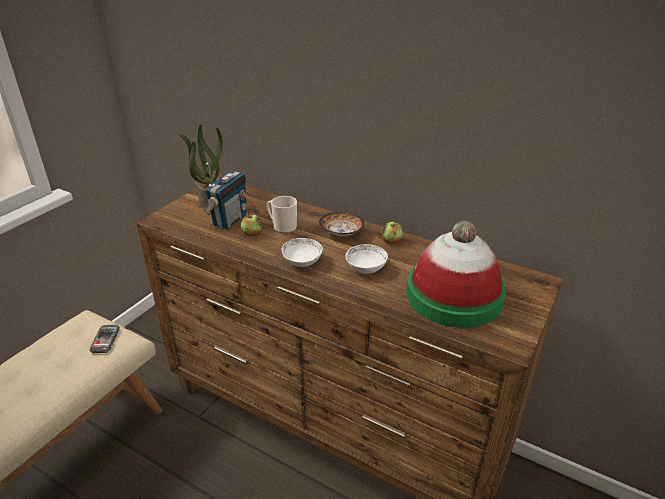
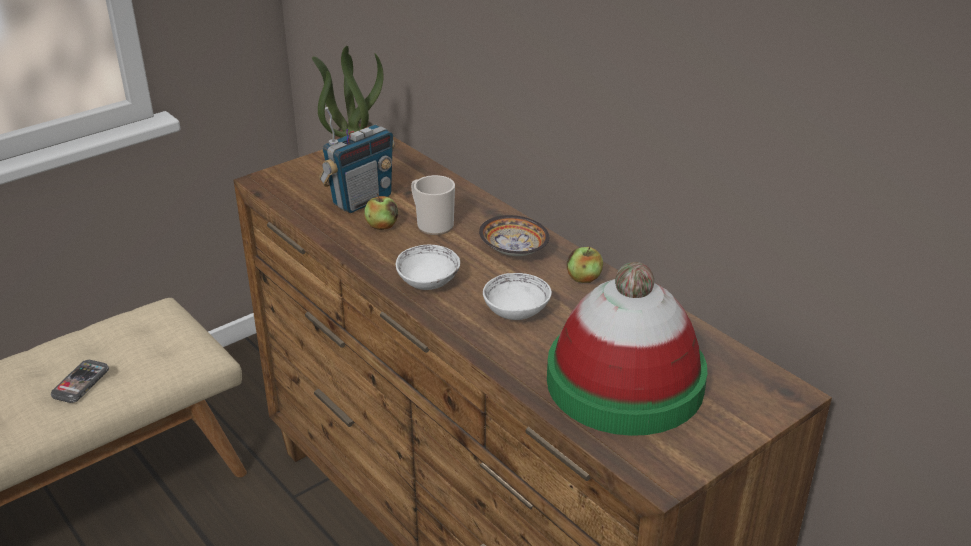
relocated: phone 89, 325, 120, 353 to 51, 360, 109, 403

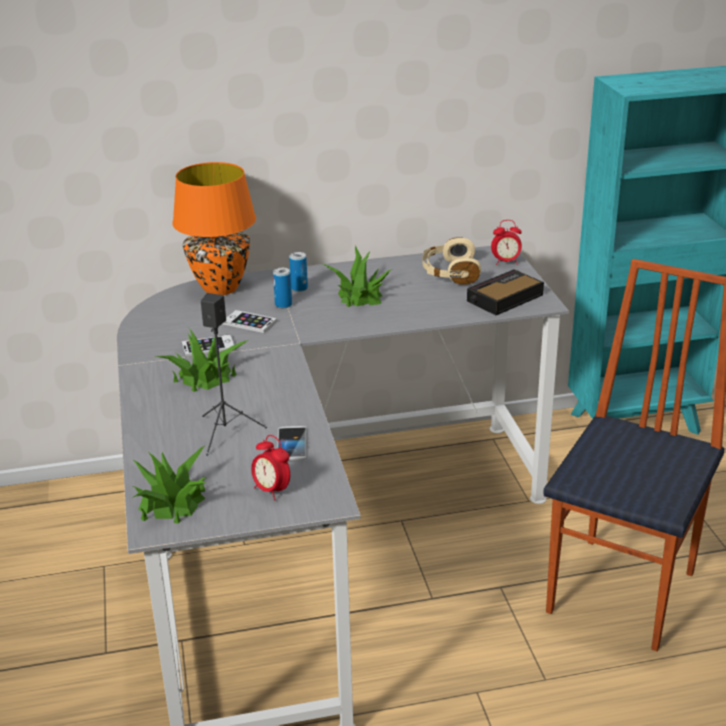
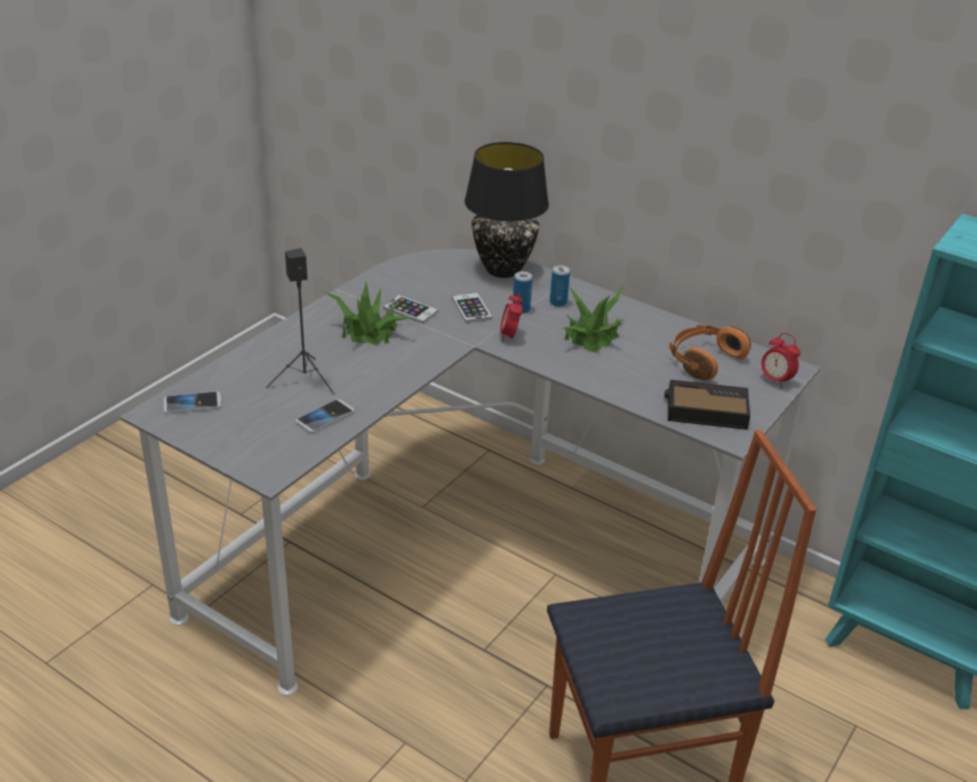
relocated: table clock 251, 435, 290, 500 to 500, 292, 523, 342
exchanged: potted plant 132, 446, 206, 524 to phone 163, 391, 221, 413
colour: orange tabletop lamp 172, 162, 256, 295 to black tabletop lamp 464, 142, 549, 278; beige pair of headphones 422, 237, 481, 285 to orange pair of headphones 669, 325, 751, 380

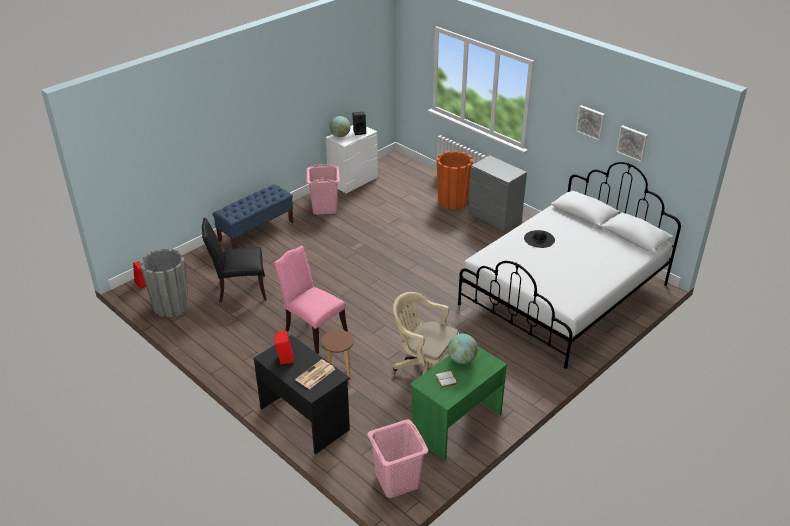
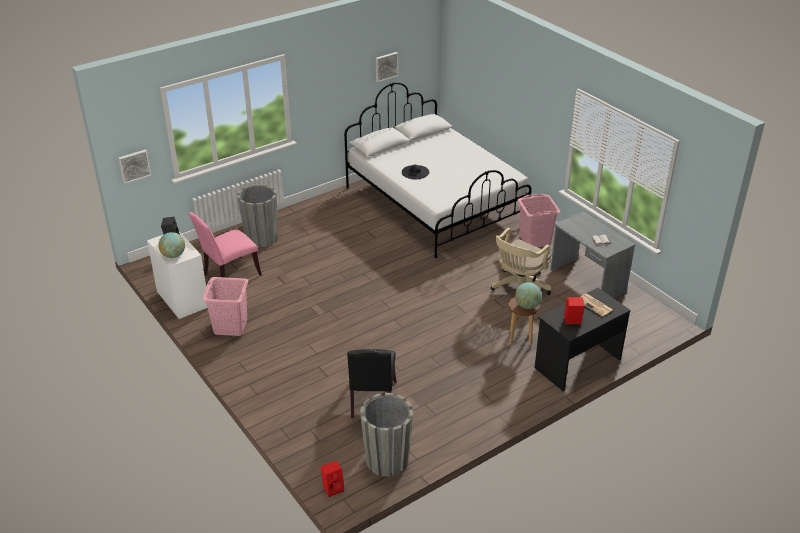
missing: blue bench 212, 184, 293, 249; greyish drawer chest 468, 156, 527, 232
relocated: pink-coloured chair 274, 246, 348, 354 to 188, 212, 262, 283; pink-coloured laundry basket 367, 420, 428, 498 to 518, 194, 560, 247; desk globe 448, 334, 478, 364 to 515, 282, 542, 309; picture 576, 105, 605, 140 to 118, 150, 151, 184
colour: greenish desk table 410, 346, 507, 461 to greyish desk table 550, 211, 635, 298; orange plant pot 437, 151, 473, 210 to greyish plant pot 237, 184, 277, 247

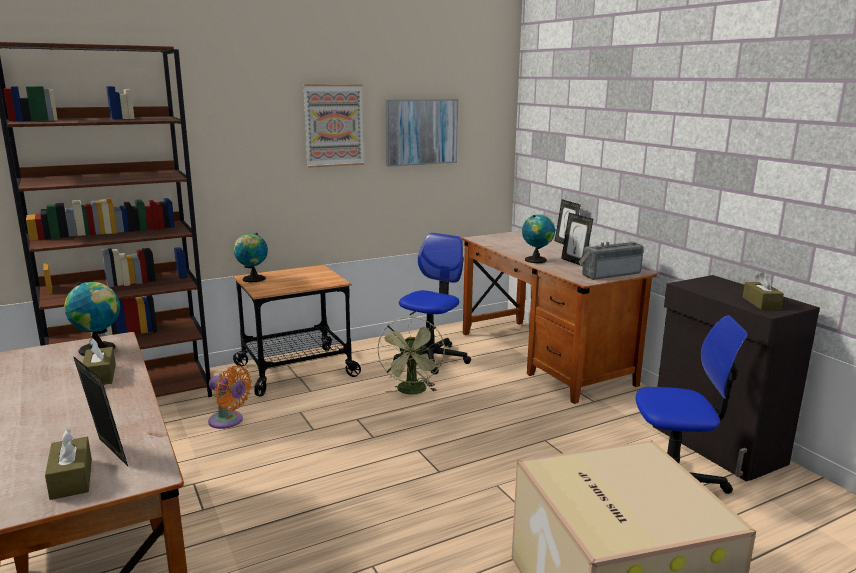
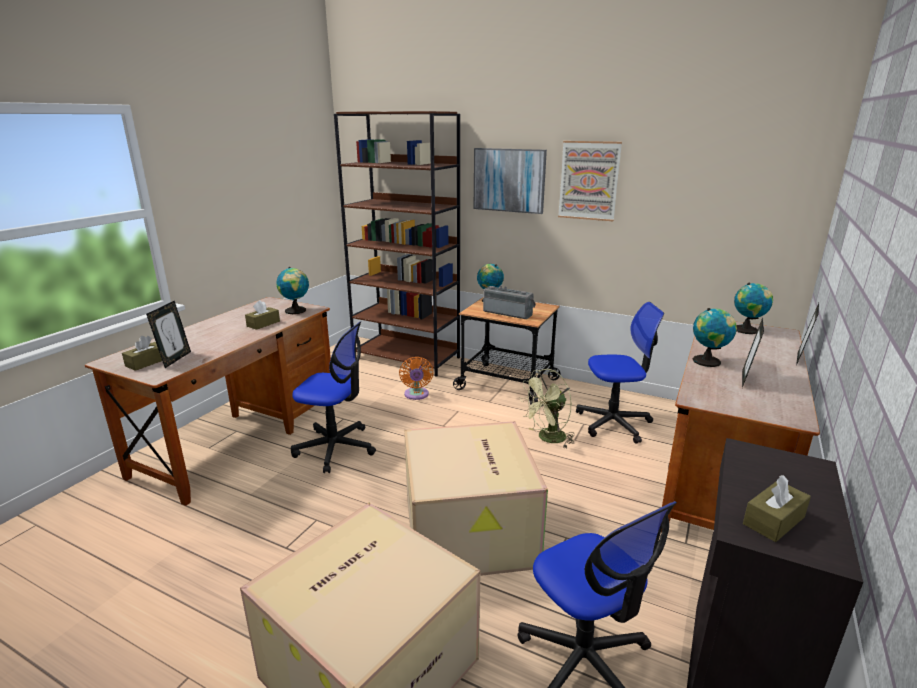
appeared: office chair 291, 321, 376, 473; cardboard box 404, 421, 548, 576; desk globe 734, 283, 773, 334
relocated: picture 385, 99, 458, 167 to 474, 148, 547, 214; radio receiver 579, 241, 644, 280 to 483, 285, 536, 319

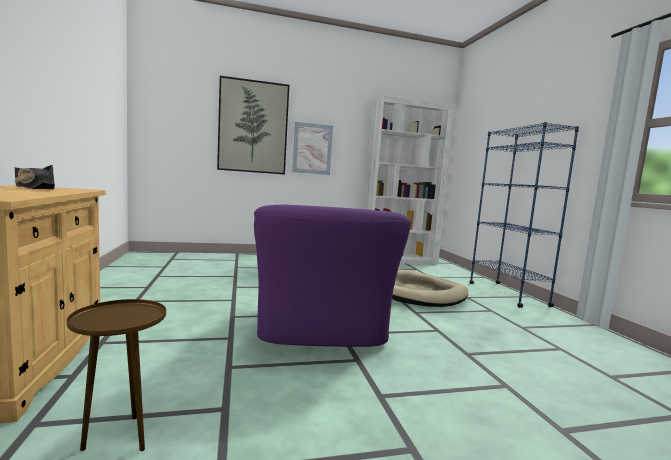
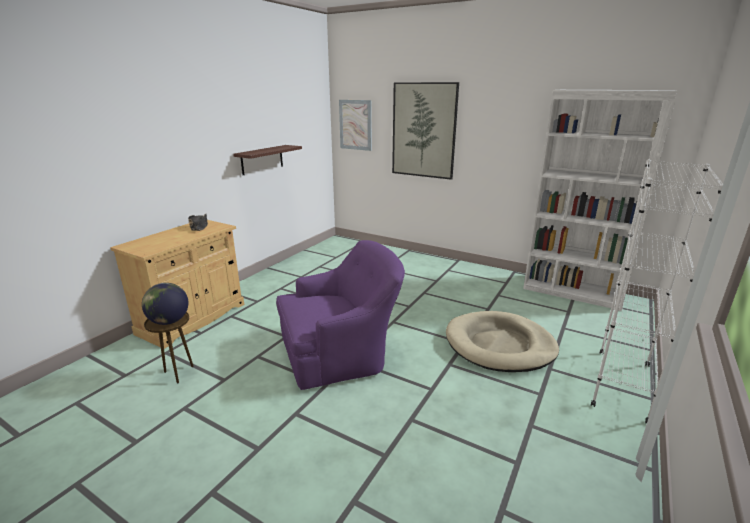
appeared: desk globe 142, 283, 188, 325; wall shelf 233, 145, 302, 175
relocated: picture 292, 122, 333, 175 to 339, 100, 372, 151
colour: blue shelving unit 469, 122, 579, 308 to white shelving unit 591, 160, 723, 423
spun: purplish easy chair 254, 205, 412, 347 = 276, 240, 405, 390 150 degrees counterclockwise

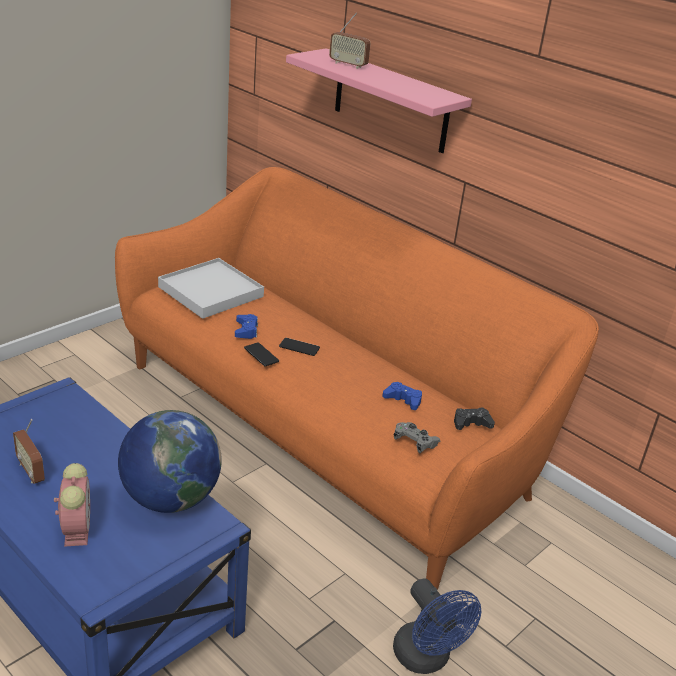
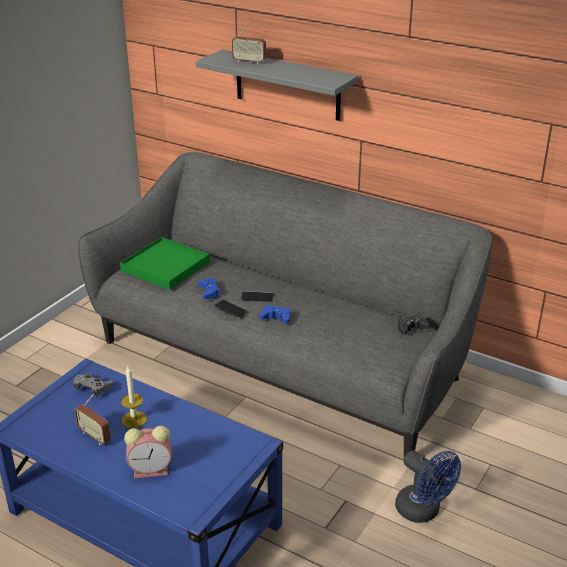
missing: desk globe 118, 410, 222, 513
appeared: candle 121, 366, 147, 428
relocated: blue joypad 382, 382, 422, 410 to 260, 305, 290, 324; greyish joypad 393, 422, 440, 453 to 73, 373, 114, 397
colour: orange settee 115, 167, 599, 590 to greyish settee 78, 152, 492, 457; white serving tray 158, 258, 264, 319 to greenish serving tray 120, 237, 210, 290; pink-coloured wall shelf 286, 48, 472, 153 to greyish wall shelf 196, 49, 359, 121
spun: table clock 54, 463, 90, 547 = 124, 426, 172, 478 105 degrees clockwise

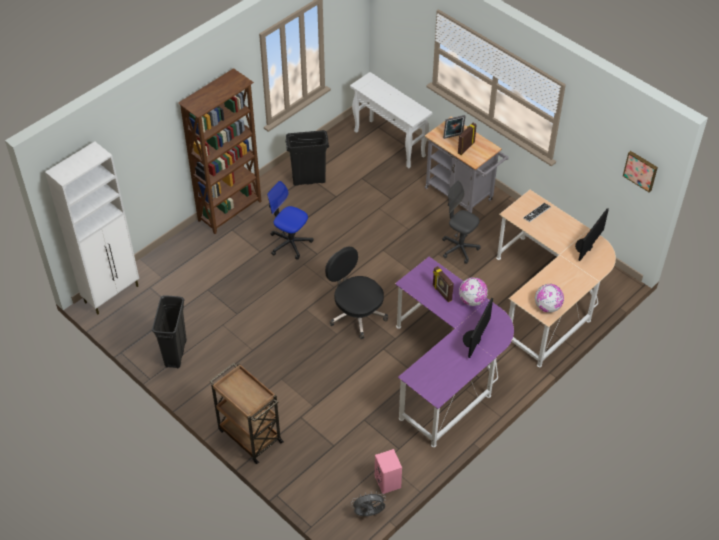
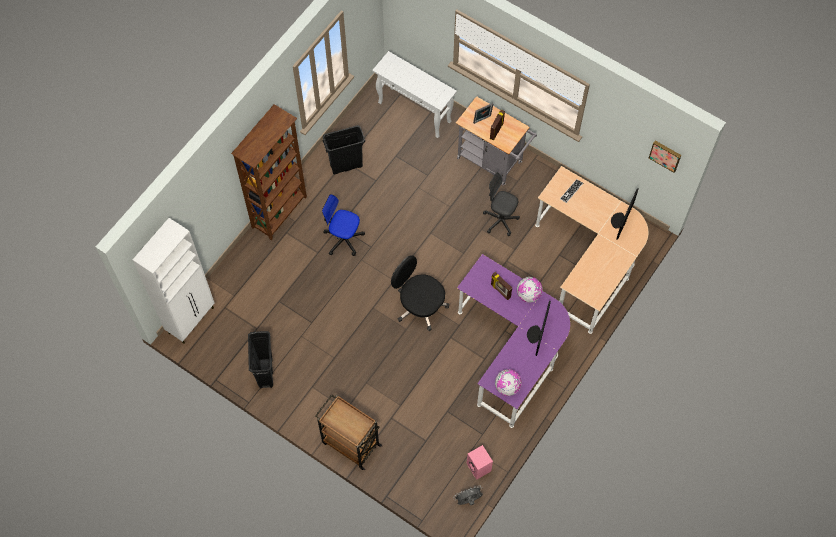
relocated: desk globe 535, 284, 564, 313 to 495, 369, 522, 396

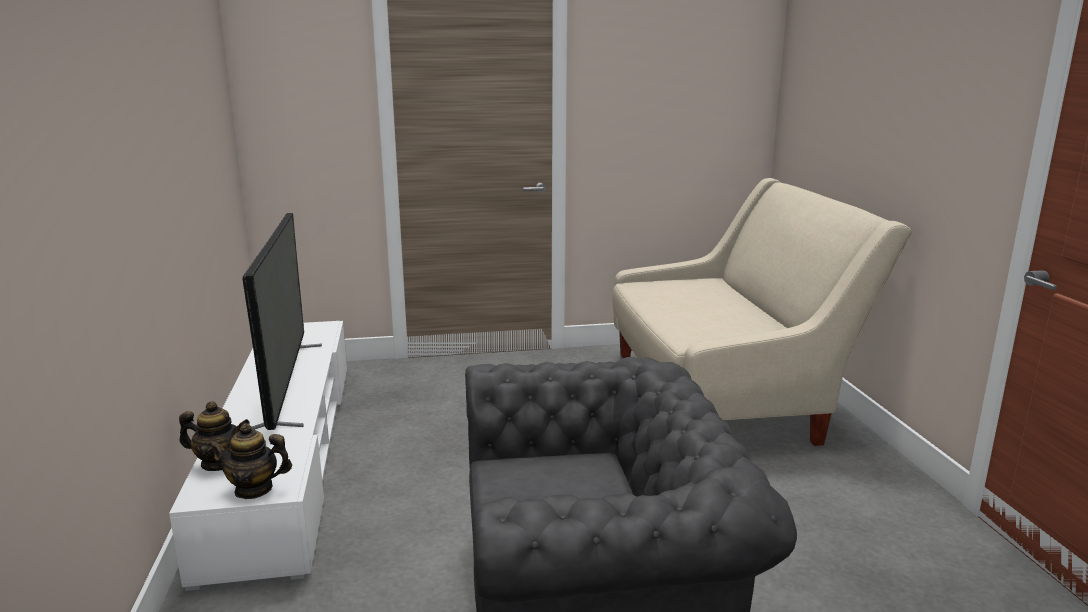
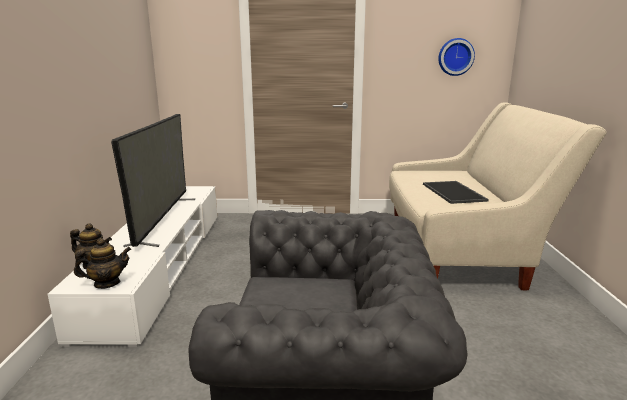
appeared: serving tray 423, 181, 489, 204; clock on the wall 438, 38, 475, 76
spun: tea pot 208, 423, 292, 499 = 74, 238, 131, 289 150 degrees clockwise

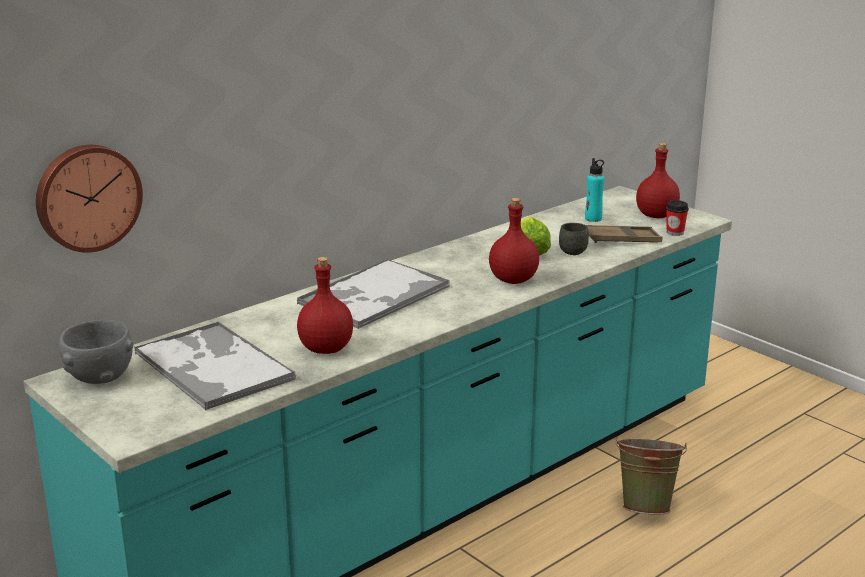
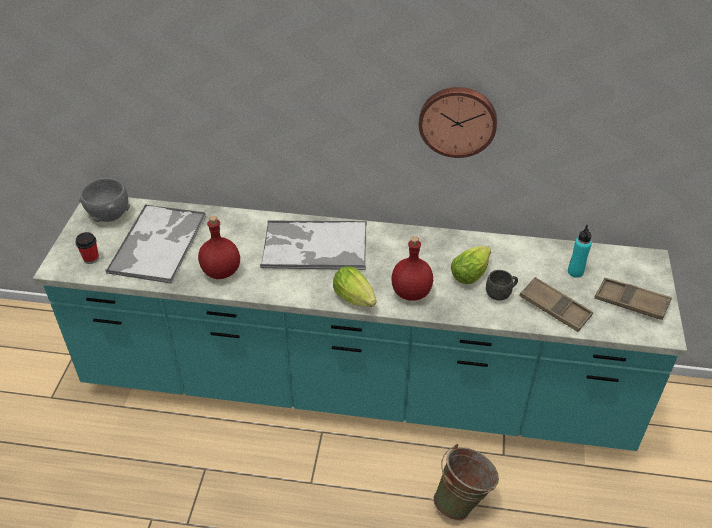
appeared: lettuce 333, 267, 377, 307
relocated: clock on the wall 36, 145, 143, 253 to 419, 87, 497, 158; small cup 666, 200, 689, 236 to 75, 232, 99, 264
exchanged: reddish beverage bottle 636, 143, 680, 218 to brown serving tray 595, 278, 672, 320

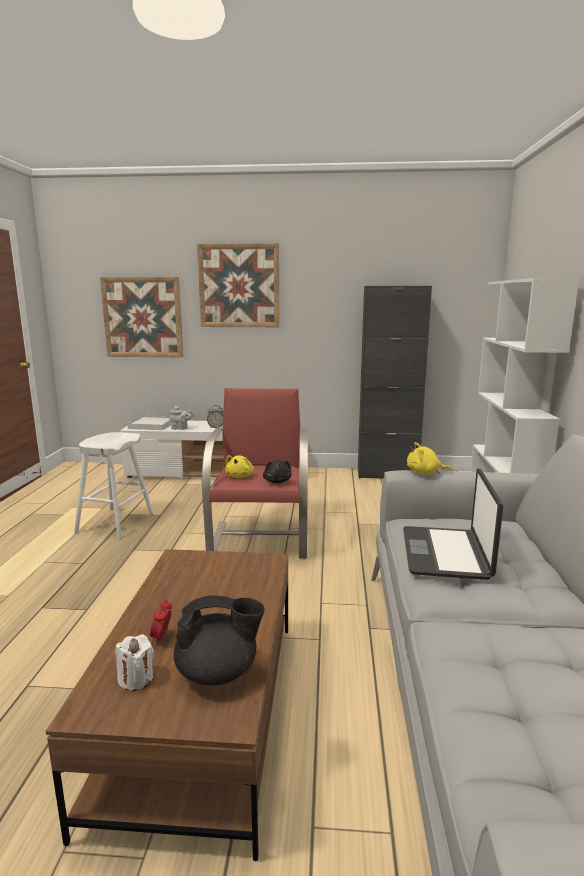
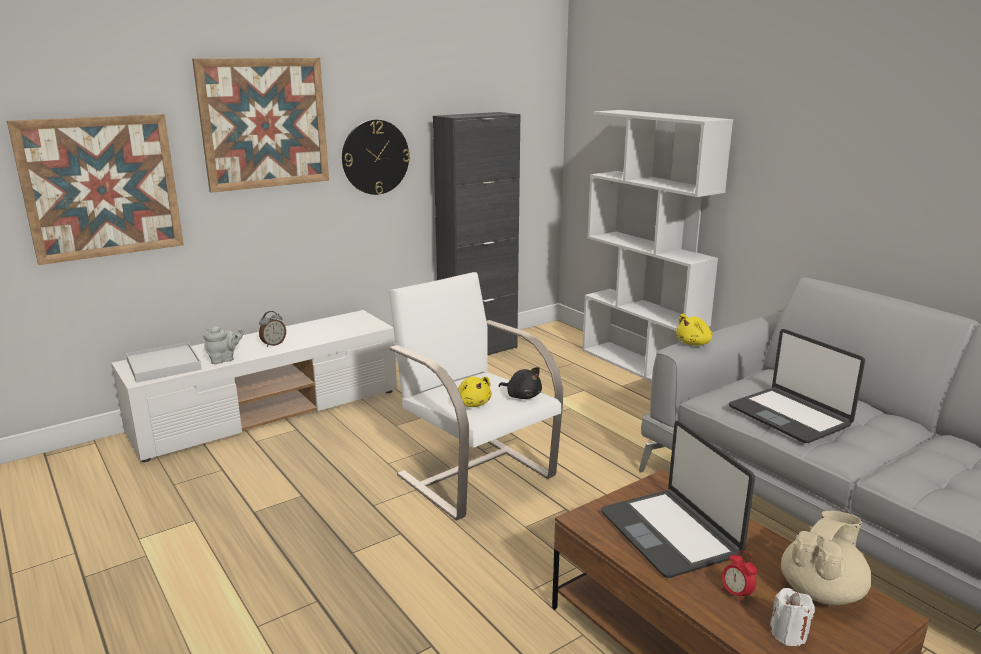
missing: white sitting stool 74, 432, 154, 539
appeared: clock on the wall 342, 120, 410, 195; portable computer 601, 421, 755, 578
colour: black tea pot 174, 595, 265, 686 to beige tea pot 781, 511, 872, 605; reddish easy chair 202, 388, 308, 558 to white easy chair 389, 272, 563, 521

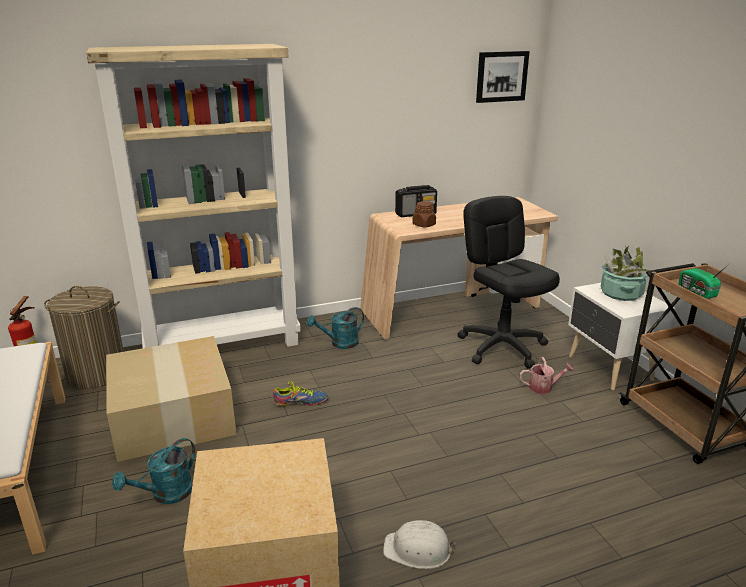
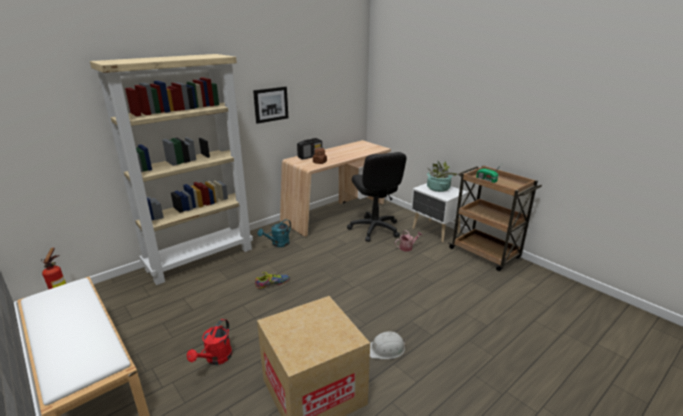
missing: laundry basket 44, 286, 124, 389; cardboard box 106, 336, 237, 462
relocated: picture 476, 51, 530, 103 to 253, 86, 288, 124
colour: turquoise sprinkling can 112, 438, 195, 504 to reddish sprinkling can 187, 319, 232, 365
spun: black office chair 457, 196, 560, 368 = 347, 152, 407, 242 150 degrees counterclockwise

